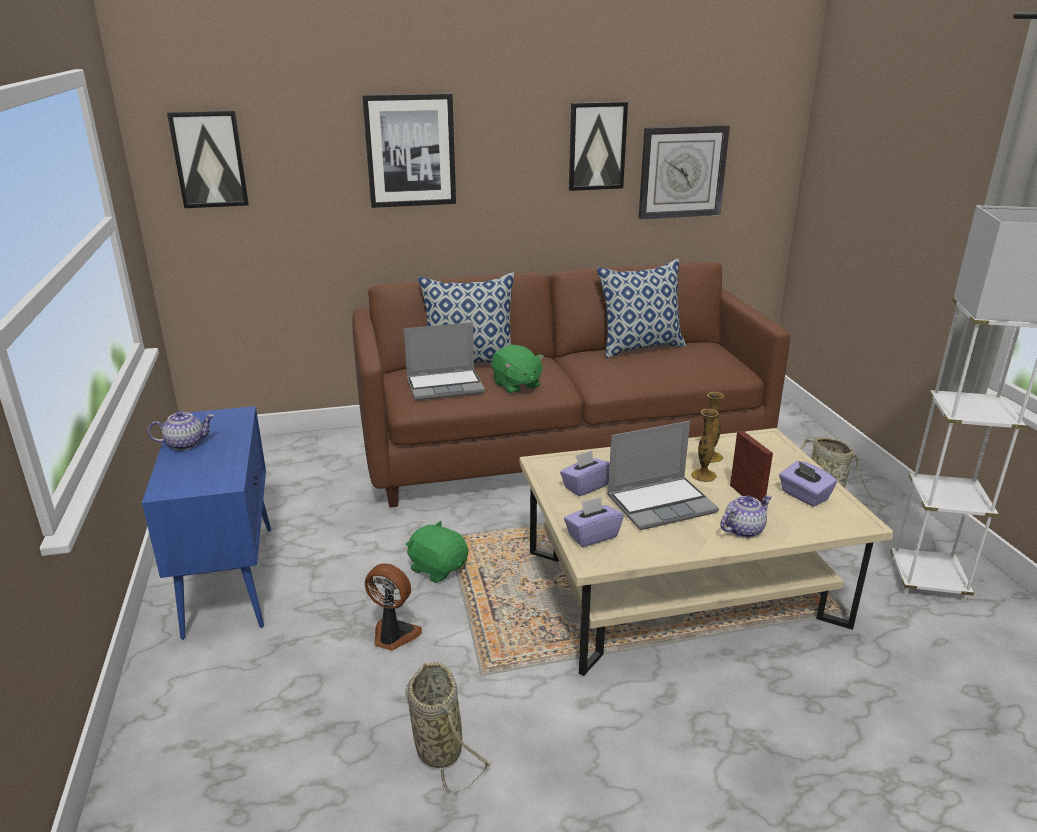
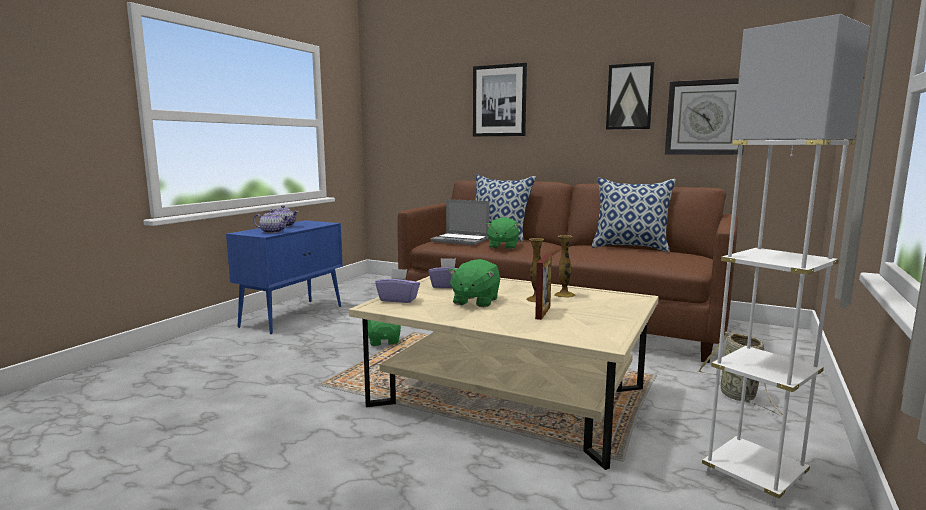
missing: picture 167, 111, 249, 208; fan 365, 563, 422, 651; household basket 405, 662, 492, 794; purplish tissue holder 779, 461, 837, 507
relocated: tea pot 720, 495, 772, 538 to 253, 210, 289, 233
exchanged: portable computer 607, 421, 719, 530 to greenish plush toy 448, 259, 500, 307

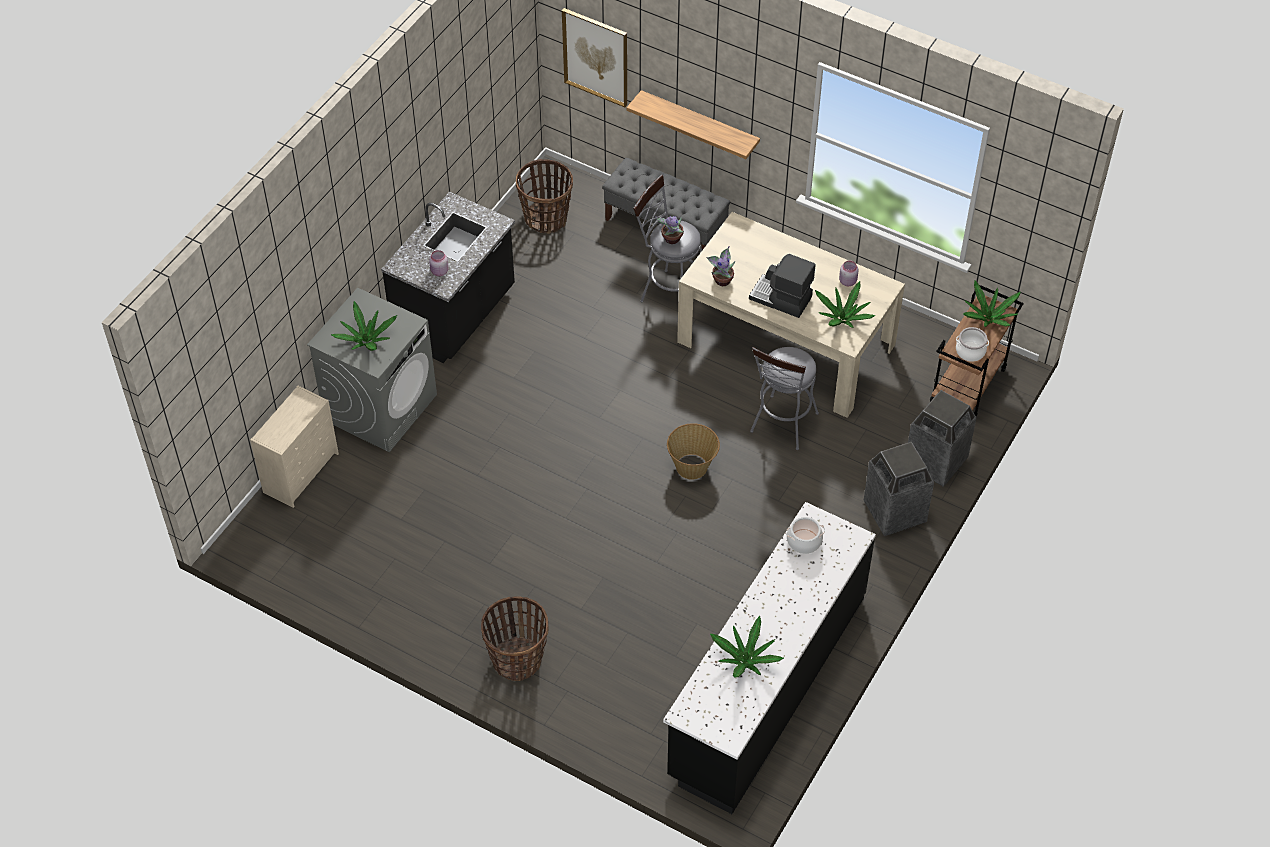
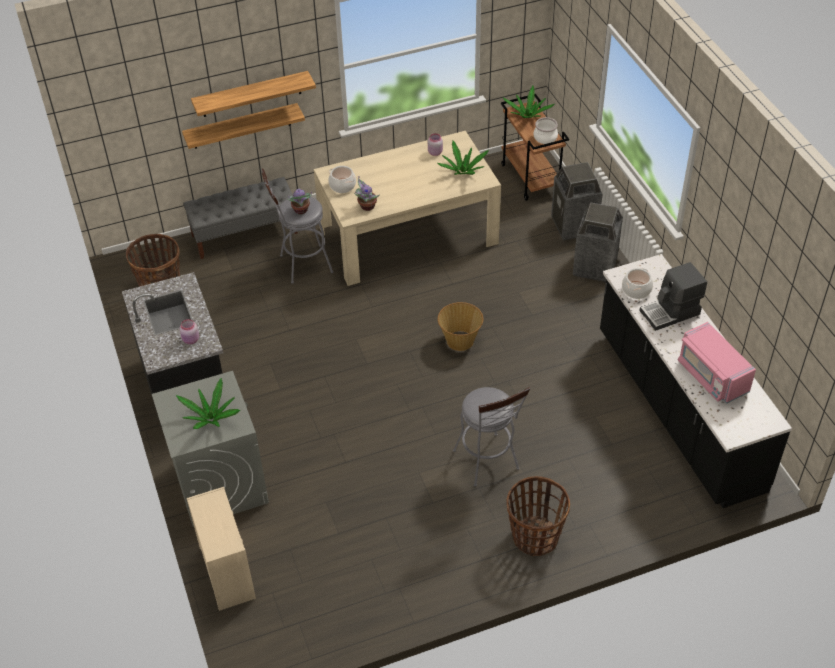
missing: picture 562, 8, 627, 107
appeared: wall shelf 191, 71, 316, 117; cooking pot 328, 166, 356, 193
relocated: coffee brewer 749, 254, 815, 318 to 639, 262, 707, 331; greyish sitting stool 750, 347, 819, 450 to 453, 387, 531, 487
exchanged: potted plant 710, 616, 784, 678 to pink-coloured microwave 678, 322, 756, 403

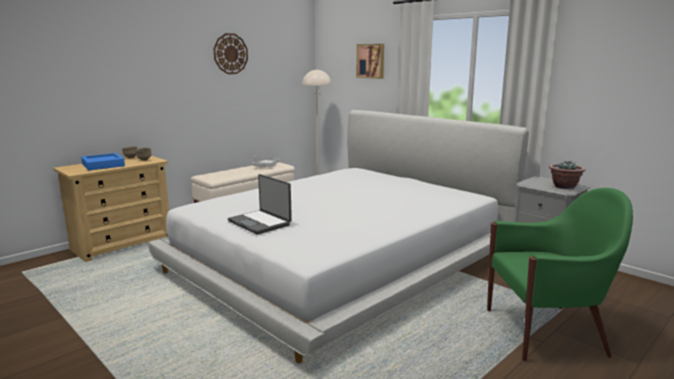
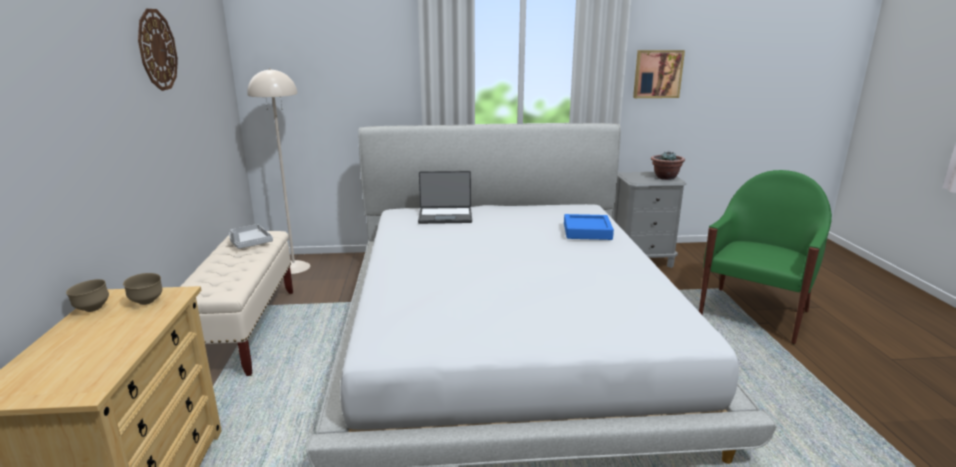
relocated: blue serving tray 81, 153, 125, 170 to 564, 214, 614, 240; portable computer 228, 174, 292, 235 to 418, 171, 472, 224; picture 356, 44, 384, 79 to 633, 50, 685, 98

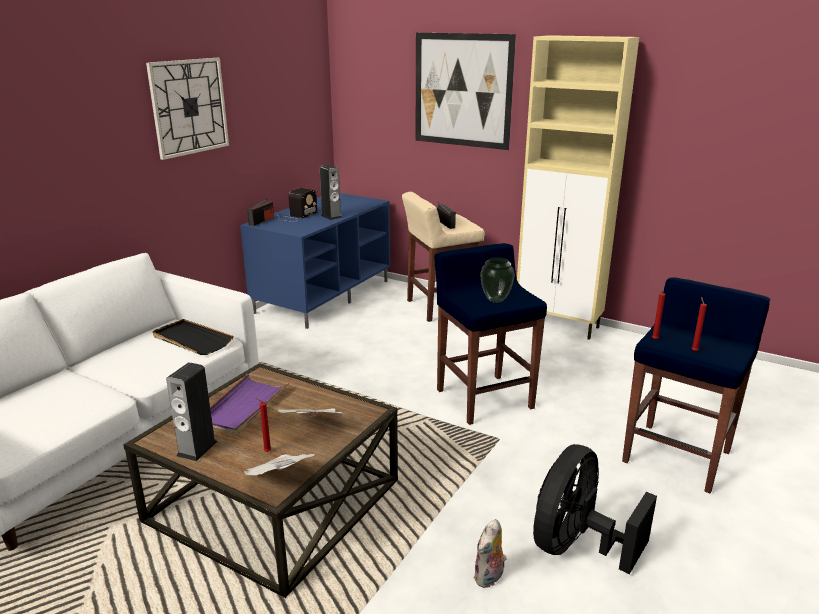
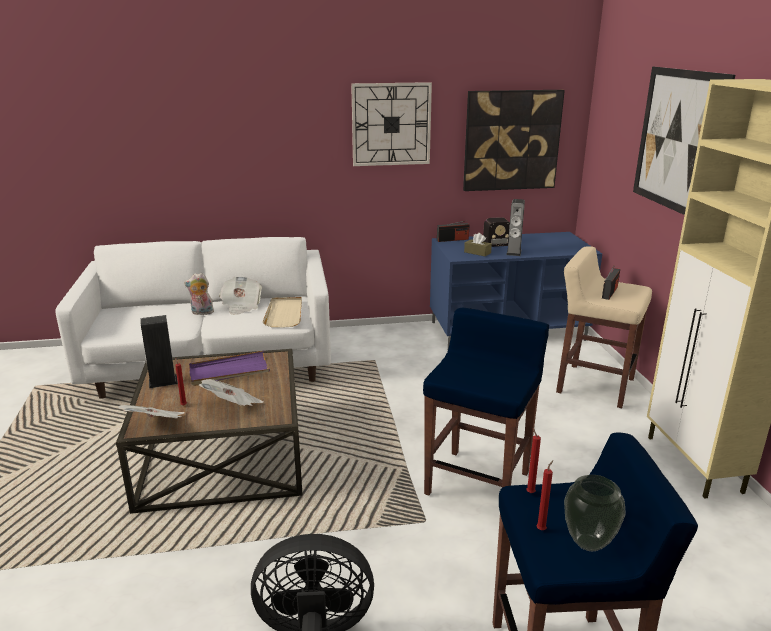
appeared: daily paper 219, 277, 262, 315; picture 463, 90, 565, 191; brown tissue holder 464, 233, 492, 256
relocated: plush toy 473, 519, 507, 588 to 184, 273, 215, 315; decorative vase 480, 257, 515, 303 to 564, 475, 626, 551
colour: black serving tray 152, 319, 233, 355 to beige serving tray 262, 297, 302, 328

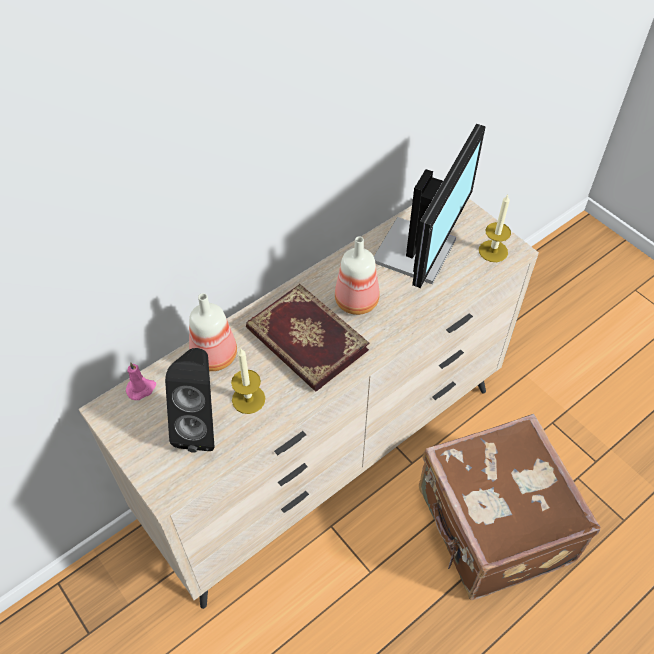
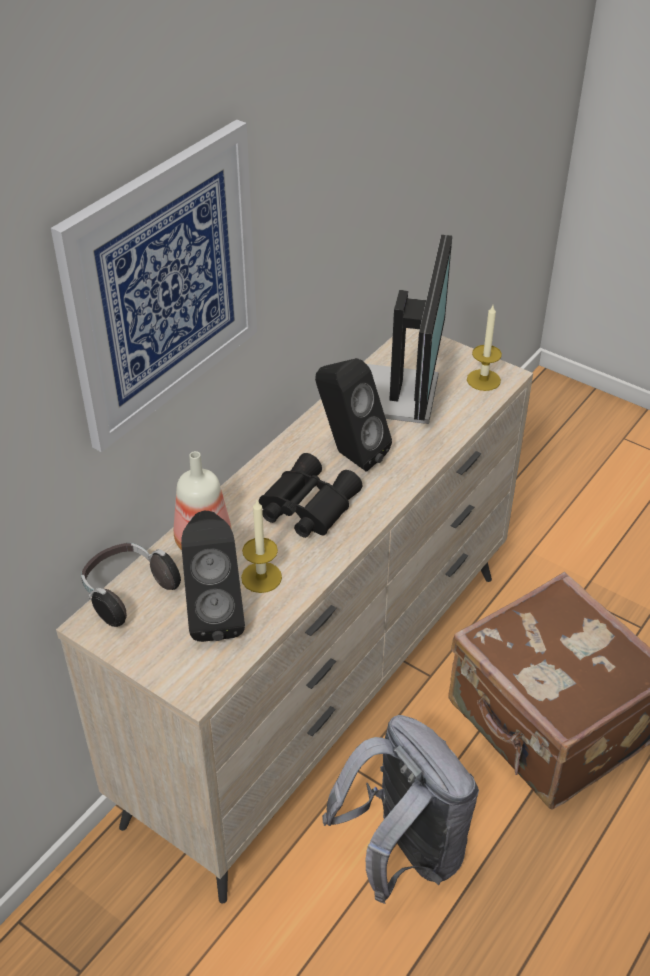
appeared: picture 51, 119, 257, 452; greyish rucksack 322, 715, 479, 904
exchanged: pink-coloured candle 126, 362, 156, 400 to pair of headphones 81, 543, 181, 627; book 246, 284, 369, 392 to black field glasses 259, 453, 362, 538; beverage bottle 335, 236, 380, 315 to black audio speaker 315, 358, 392, 472

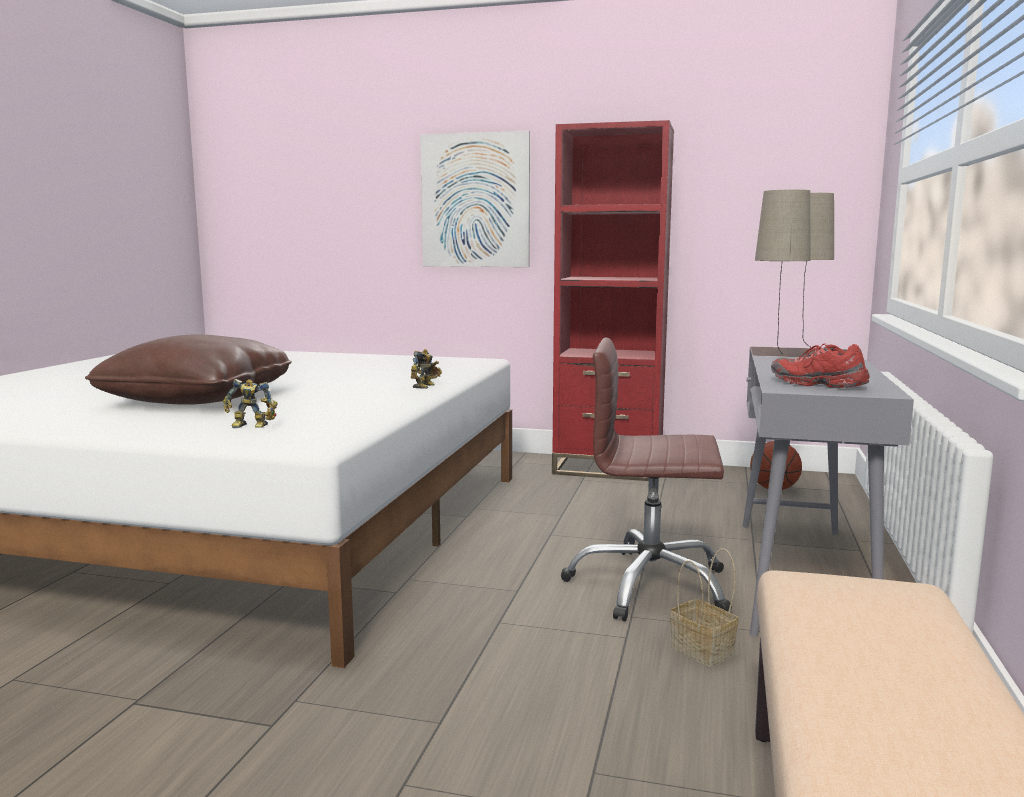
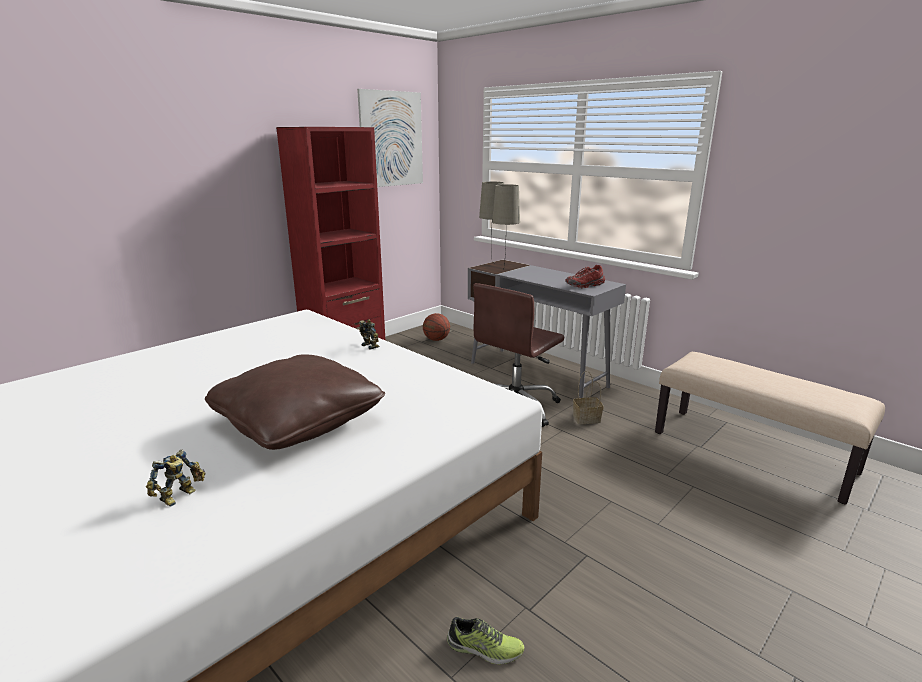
appeared: low shoe 447, 617, 524, 665
relocated: robot figure 223, 379, 277, 428 to 146, 450, 205, 507; picture 420, 131, 530, 267 to 357, 89, 423, 187

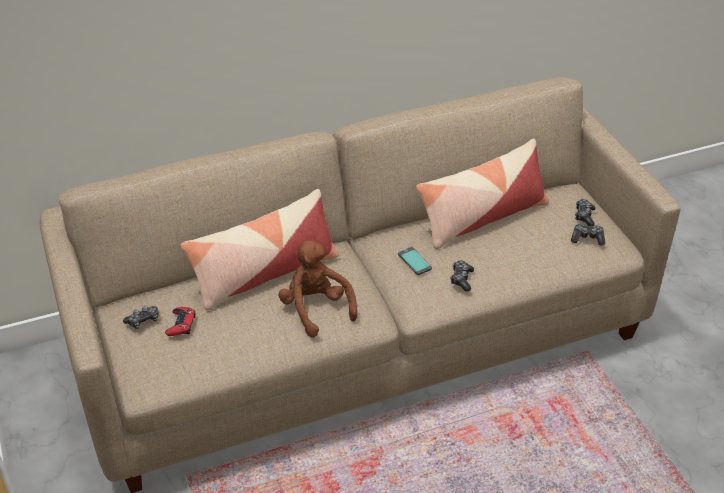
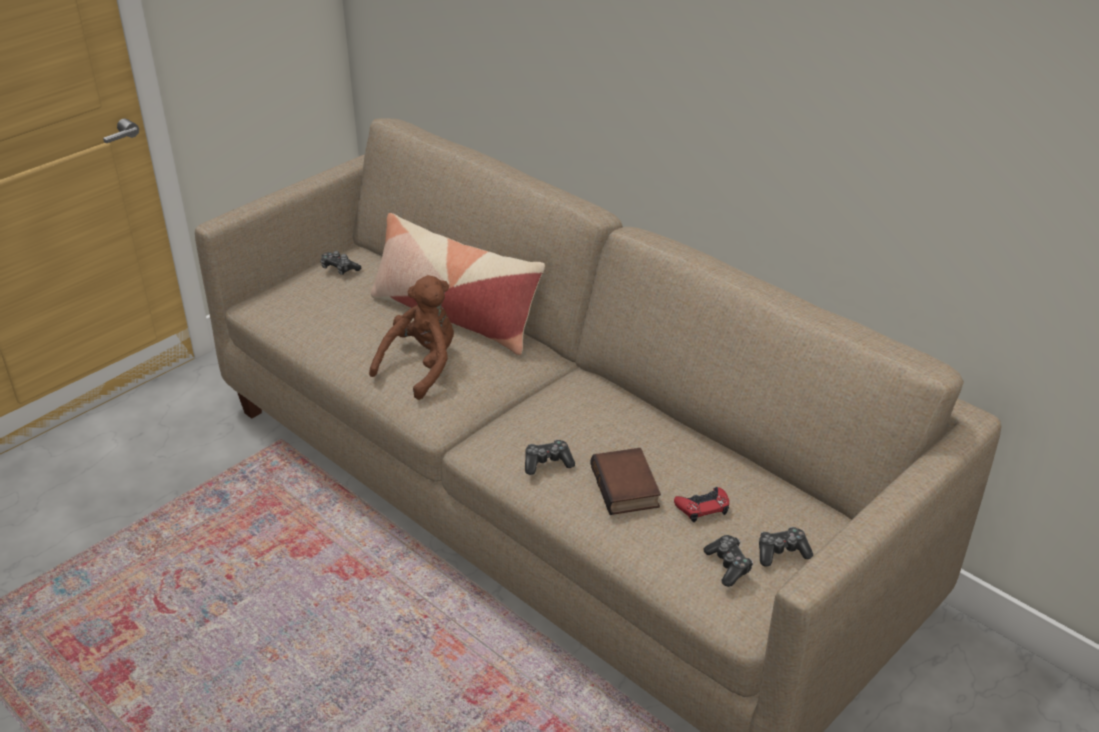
missing: phone 398, 247, 432, 275; throw pillow 416, 139, 549, 249
appeared: book 591, 448, 661, 515
relocated: reddish joypad 165, 307, 196, 336 to 674, 487, 729, 522

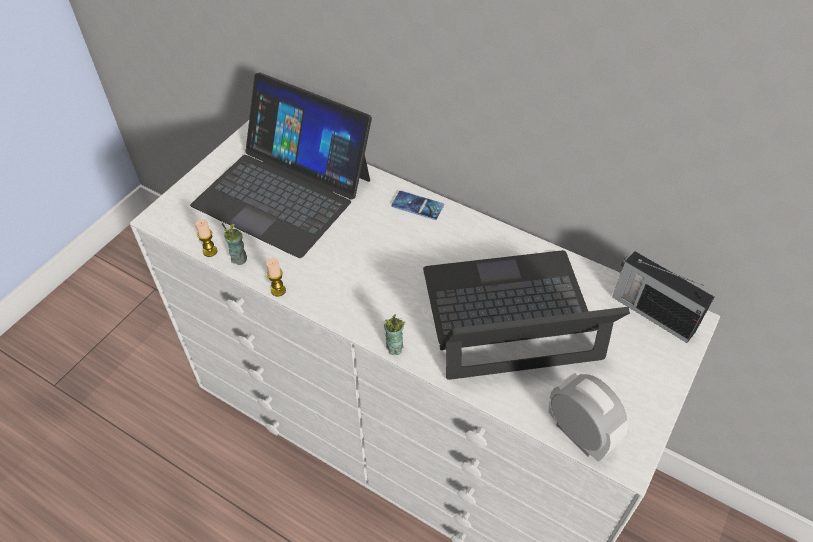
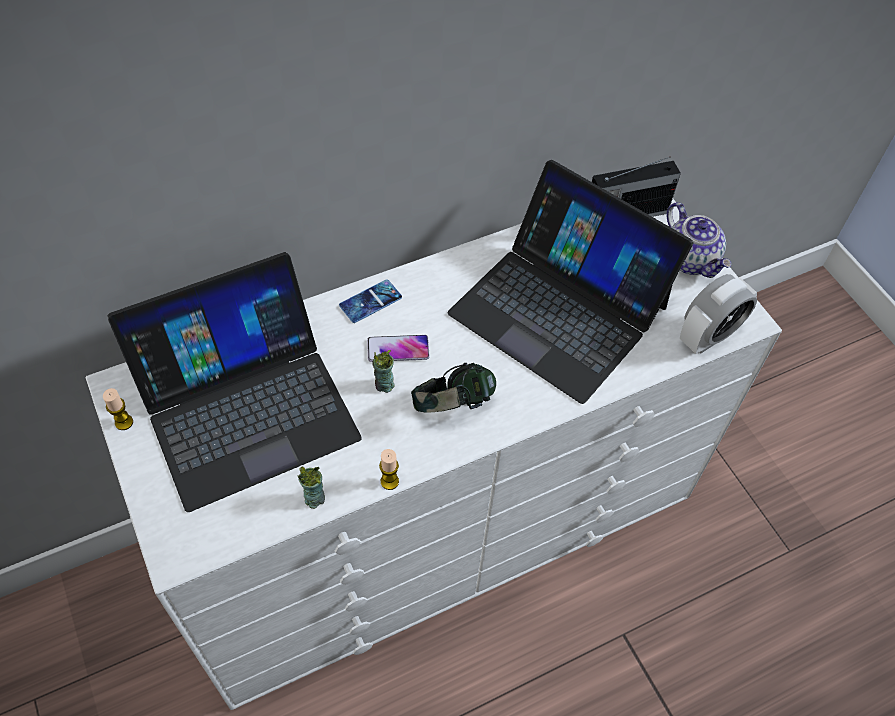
appeared: phone 367, 335, 430, 362; pair of headphones 411, 363, 496, 413; tea pot 667, 202, 731, 278
relocated: candle 195, 219, 217, 257 to 103, 388, 133, 430; small cup 384, 314, 405, 355 to 372, 350, 395, 393
spun: portable computer 423, 250, 630, 380 = 448, 160, 693, 404 75 degrees counterclockwise; table clock 549, 373, 628, 462 = 680, 274, 757, 354 150 degrees clockwise

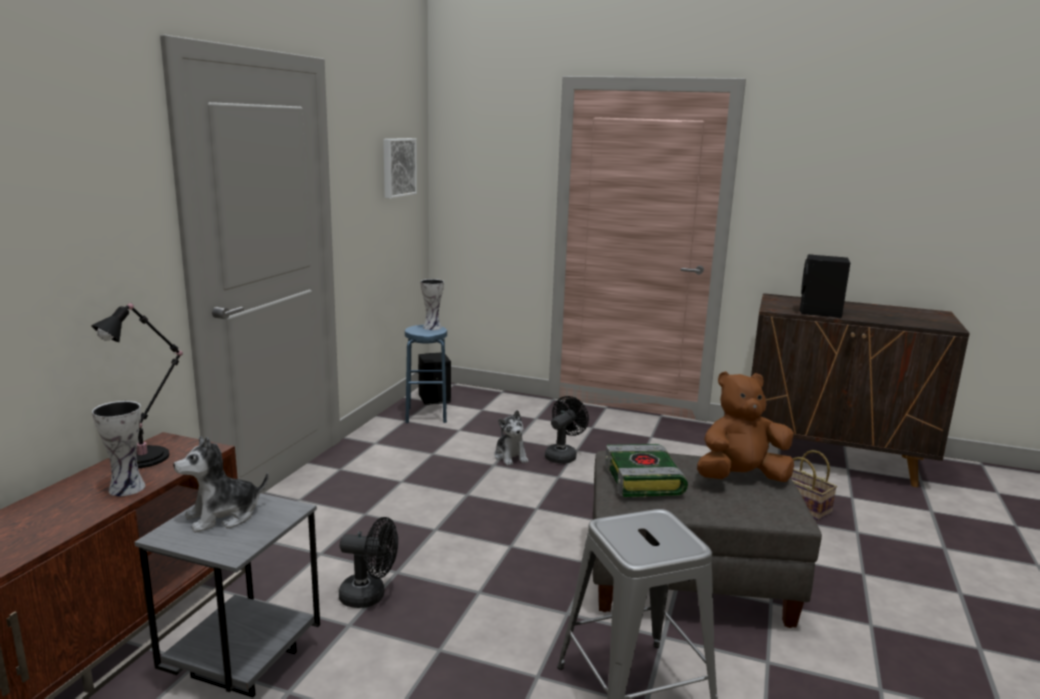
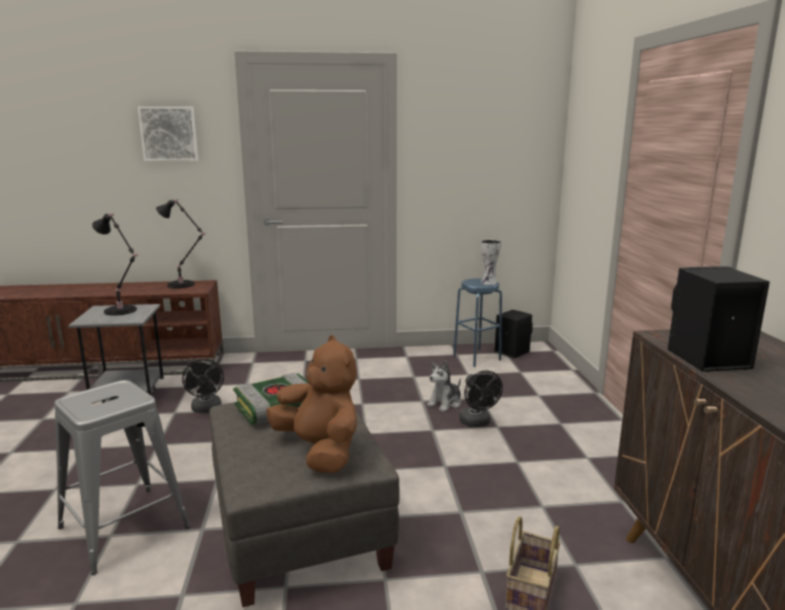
missing: decorative vase 92, 401, 146, 496
relocated: picture 383, 138, 417, 199 to 138, 107, 198, 161
exchanged: plush toy 173, 436, 268, 533 to black tabletop lamp 92, 213, 137, 316
spun: black fan 545, 396, 589, 464 = 459, 371, 503, 427 60 degrees clockwise

